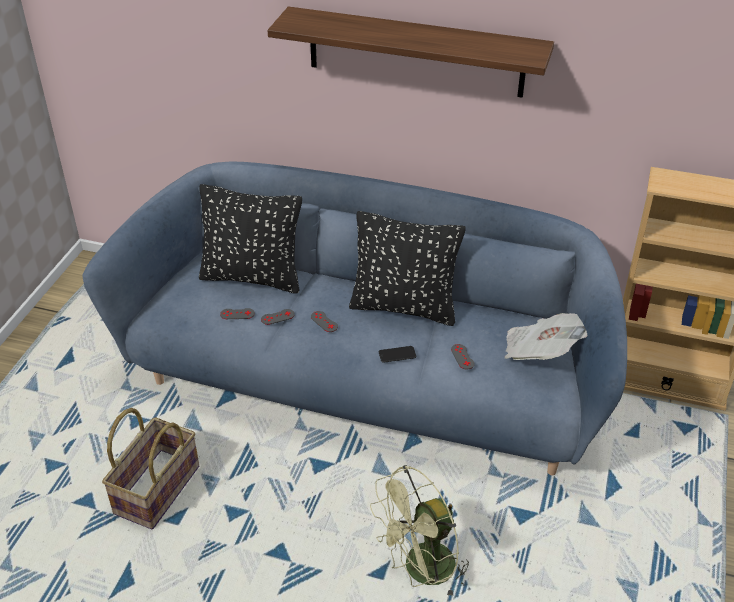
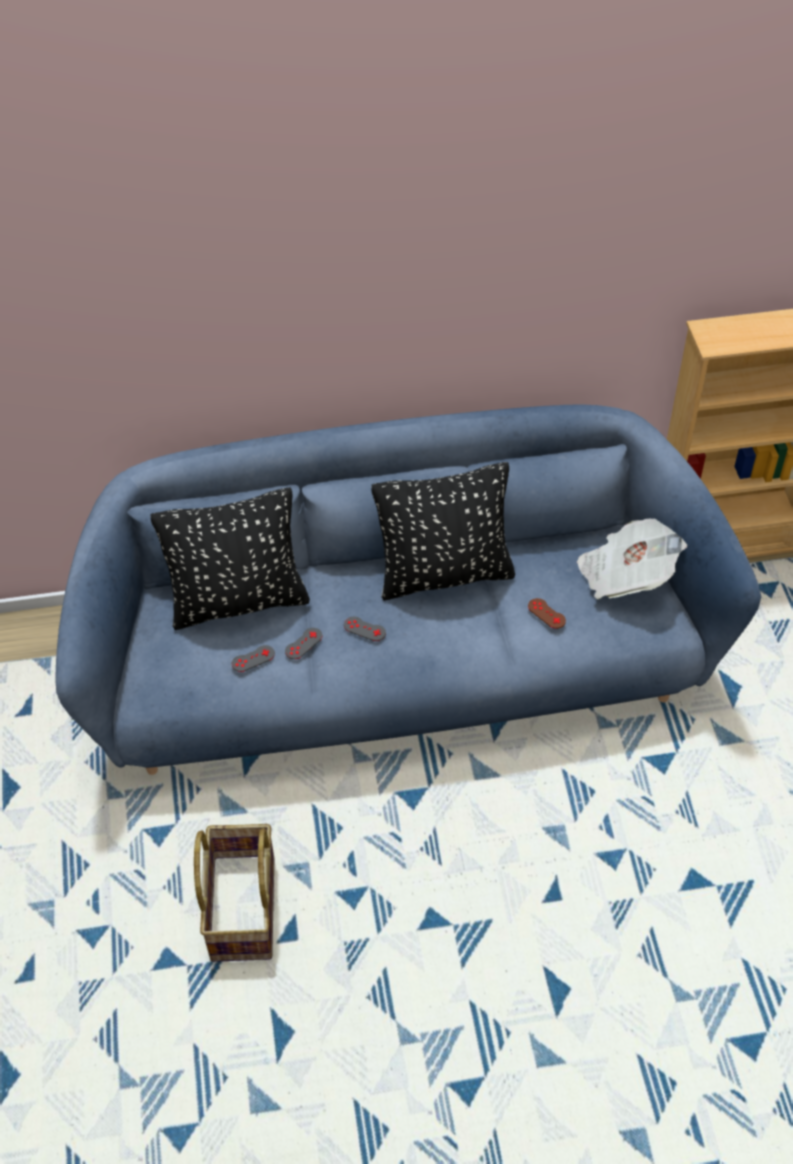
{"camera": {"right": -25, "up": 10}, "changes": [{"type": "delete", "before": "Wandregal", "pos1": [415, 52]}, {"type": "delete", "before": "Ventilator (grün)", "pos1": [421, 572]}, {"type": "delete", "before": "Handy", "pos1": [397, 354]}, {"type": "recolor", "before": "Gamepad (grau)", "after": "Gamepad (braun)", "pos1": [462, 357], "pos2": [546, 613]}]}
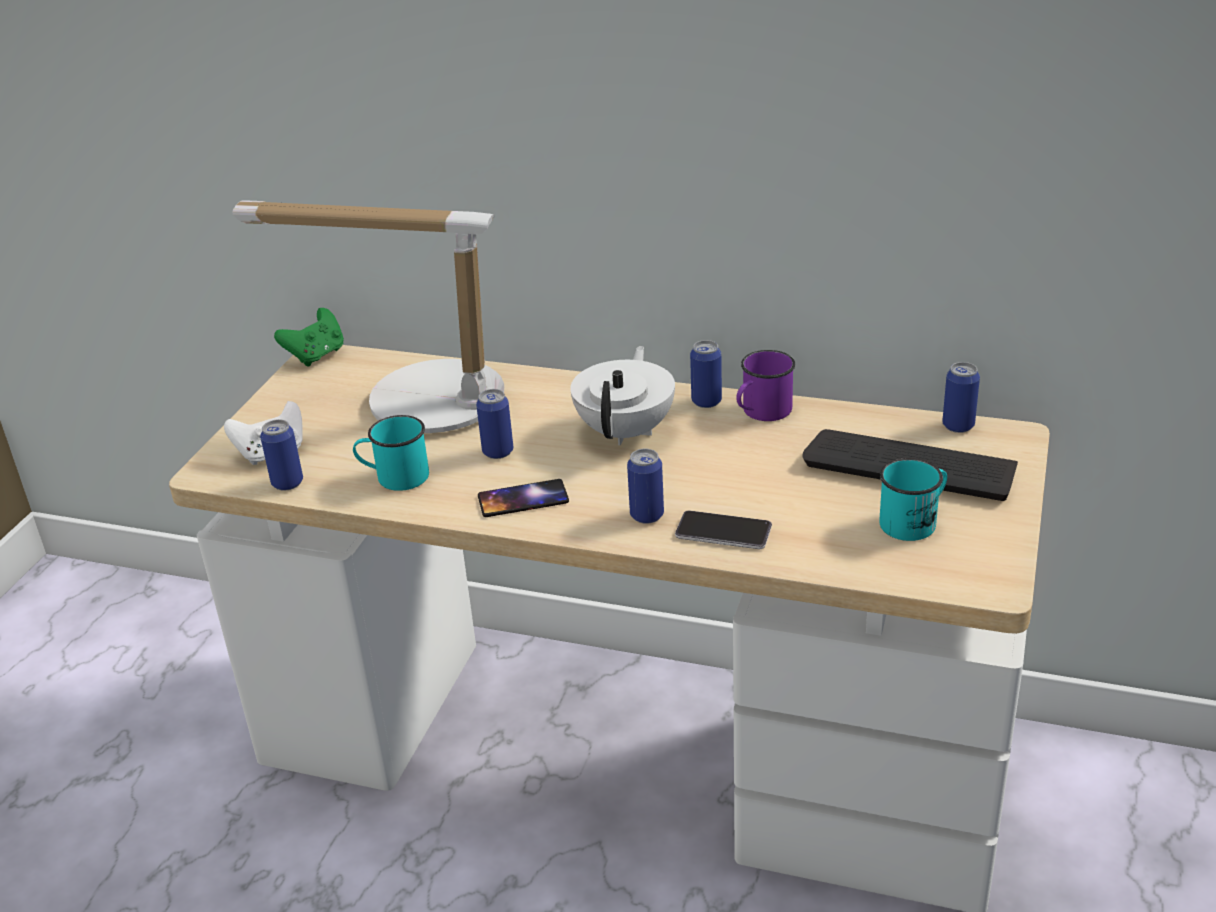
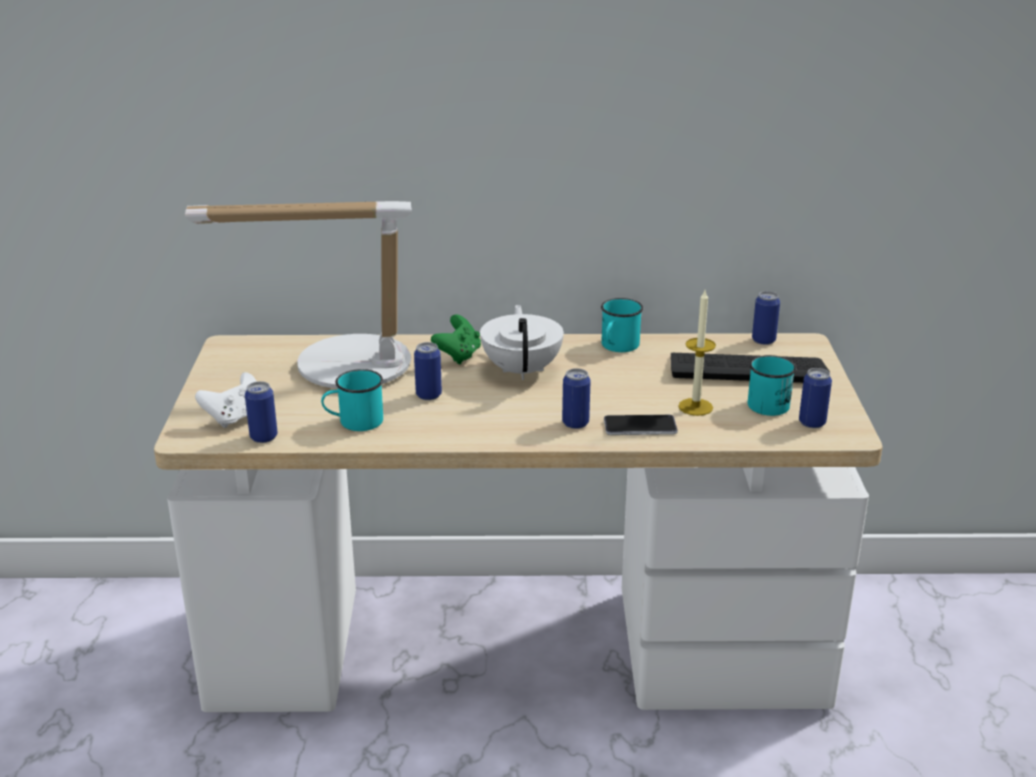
{"camera": {"right": -20, "up": -5}, "changes": [{"type": "delete", "before": "Handy", "pos1": [523, 499]}, {"type": "insert", "after": "Kerze", "pos2": [695, 407]}, {"type": "move", "before": "Gamepad (grün)", "pos1": [316, 356], "pos2": [458, 356]}, {"type": "move", "before": "Dose", "pos1": [706, 401], "pos2": [812, 422]}, {"type": "recolor", "before": "Henkelbecher (lila)", "after": "Henkelbecher (türkis)", "pos1": [761, 412], "pos2": [617, 347]}]}
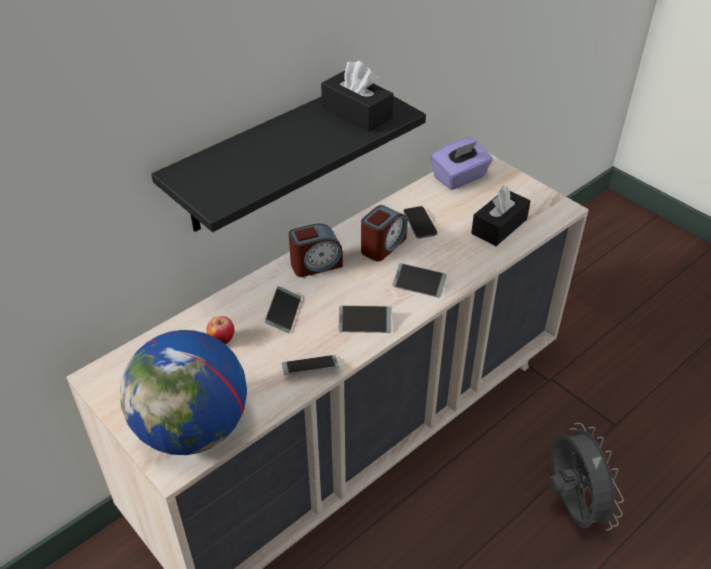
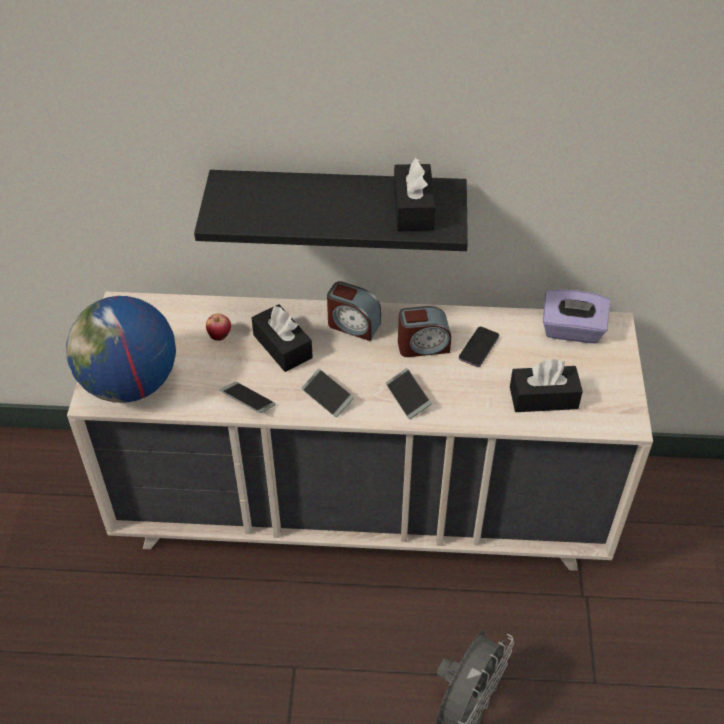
{"camera": {"right": 45, "up": 5}, "changes": [{"type": "replace", "before": "Handy", "after": "Taschentuchbox (schwarz)", "pos1": [283, 313], "pos2": [282, 346]}]}
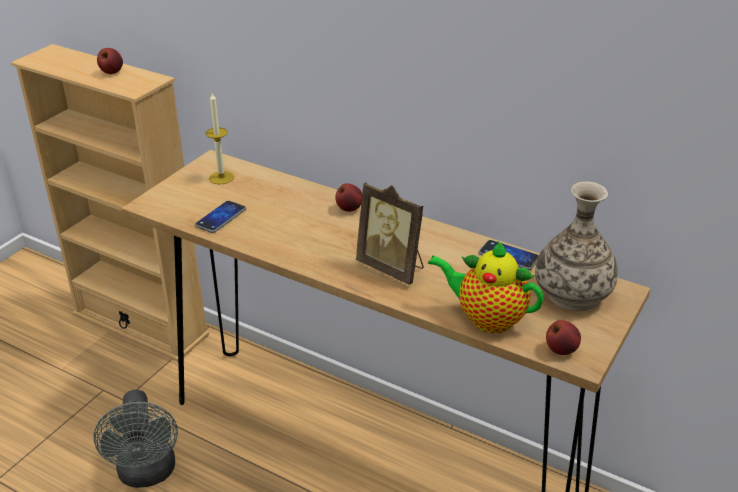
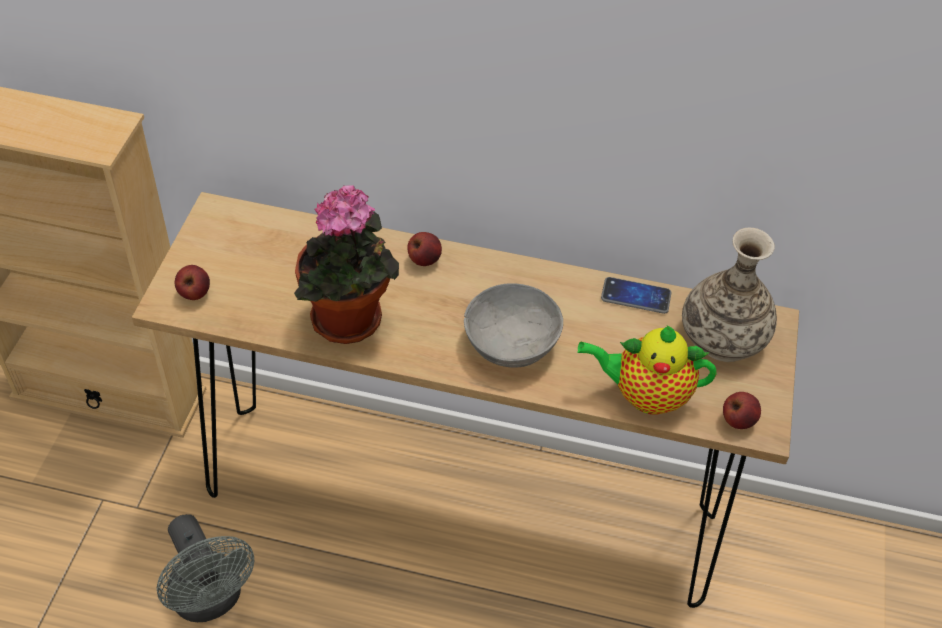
{"camera": {"right": -20, "up": 15}, "changes": [{"type": "delete", "before": "Handy", "pos1": [220, 218]}, {"type": "delete", "before": "Kerze", "pos1": [221, 178]}, {"type": "insert", "after": "Topfpflanze", "pos2": [350, 323]}, {"type": "move", "before": "Apfel", "pos1": [111, 72], "pos2": [194, 293]}, {"type": "replace", "before": "Bilderrahmen", "after": "Schüssel (grau)", "pos1": [392, 268], "pos2": [513, 343]}]}
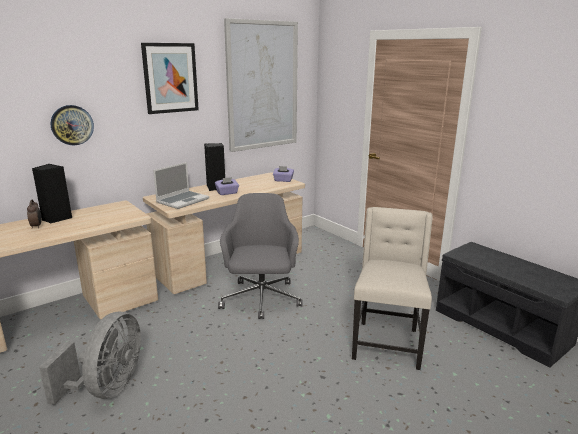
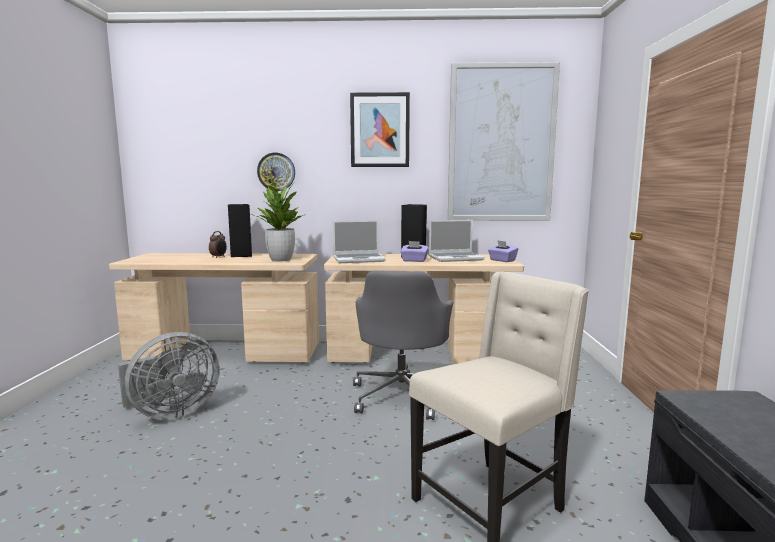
{"camera": {"right": 40, "up": -10}, "changes": [{"type": "insert", "after": "Topfpflanze", "pos2": [281, 260]}, {"type": "insert", "after": "Laptop", "pos2": [456, 258]}, {"type": "rotate", "before": "Bürostuhl (grau)", "pos1": [261, 300], "pos2": [402, 395], "turn": 150}]}
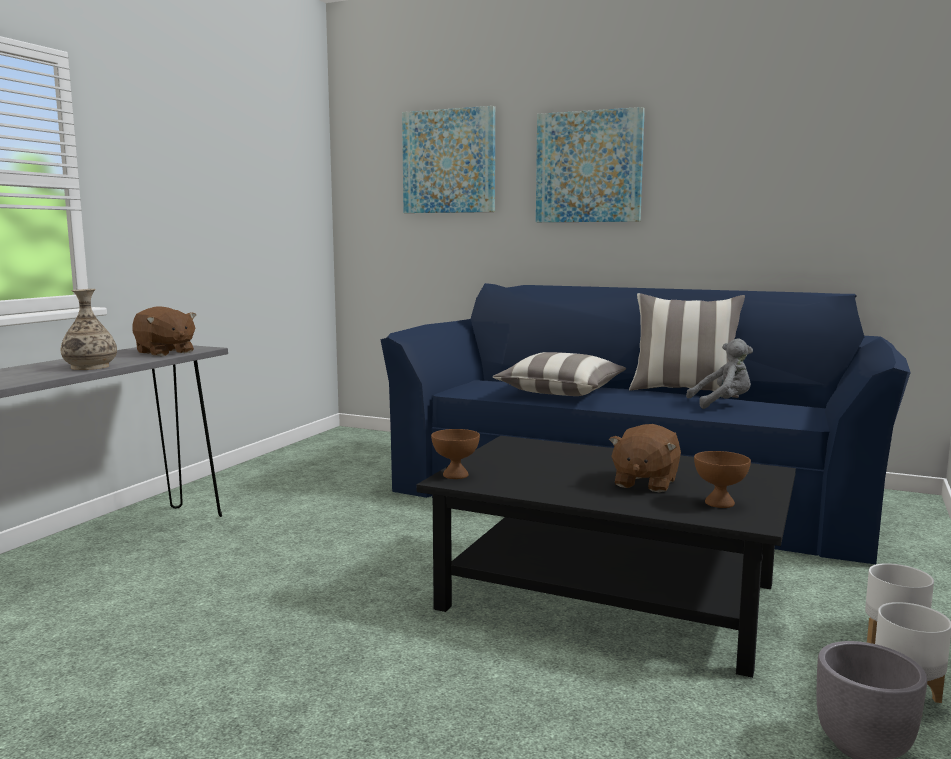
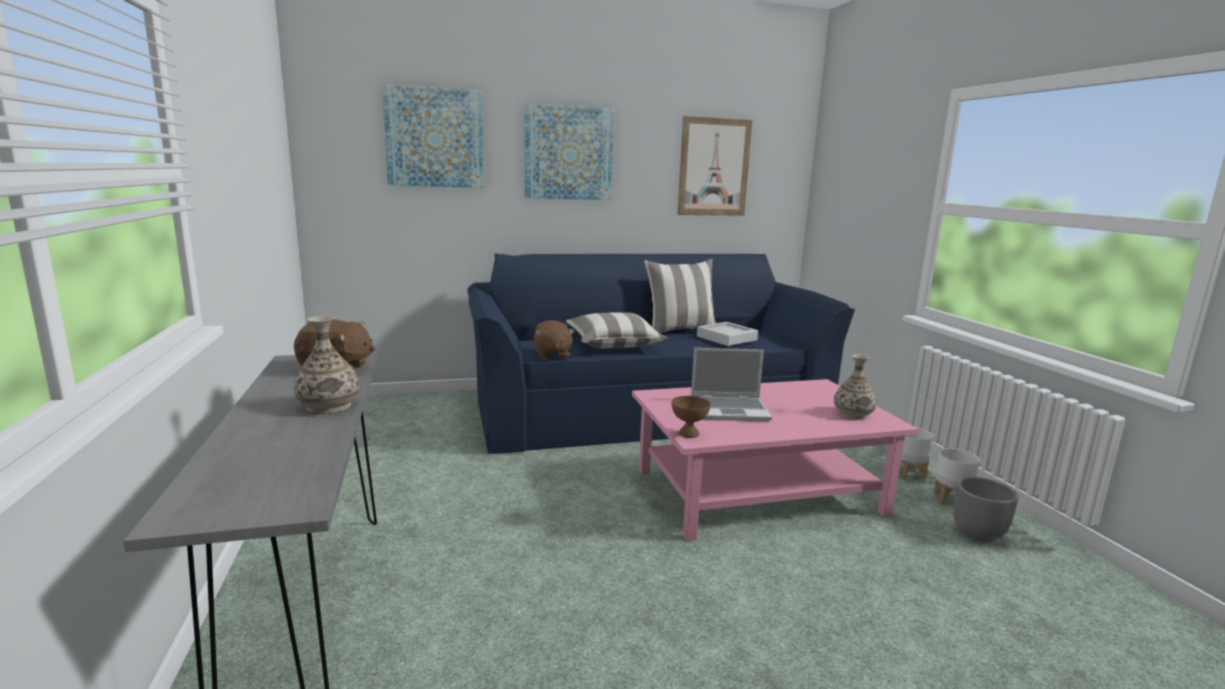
{"camera": {"right": -40, "up": 5}, "changes": [{"type": "insert", "after": "Bild", "pos2": [714, 167]}, {"type": "insert", "after": "Laptop", "pos2": [730, 410]}, {"type": "move", "before": "Plüschtier (braun)", "pos1": [644, 483], "pos2": [552, 355]}, {"type": "replace", "before": "Plüschtier (grau)", "after": "Tablett (grau)", "pos1": [722, 403], "pos2": [726, 338]}, {"type": "replace", "before": "Schüssel (braun)", "after": "Vase", "pos1": [718, 503], "pos2": [853, 414]}, {"type": "recolor", "before": "Couchtisch (schwarz)", "after": "Couchtisch (rosa)", "pos1": [609, 596], "pos2": [757, 491]}]}
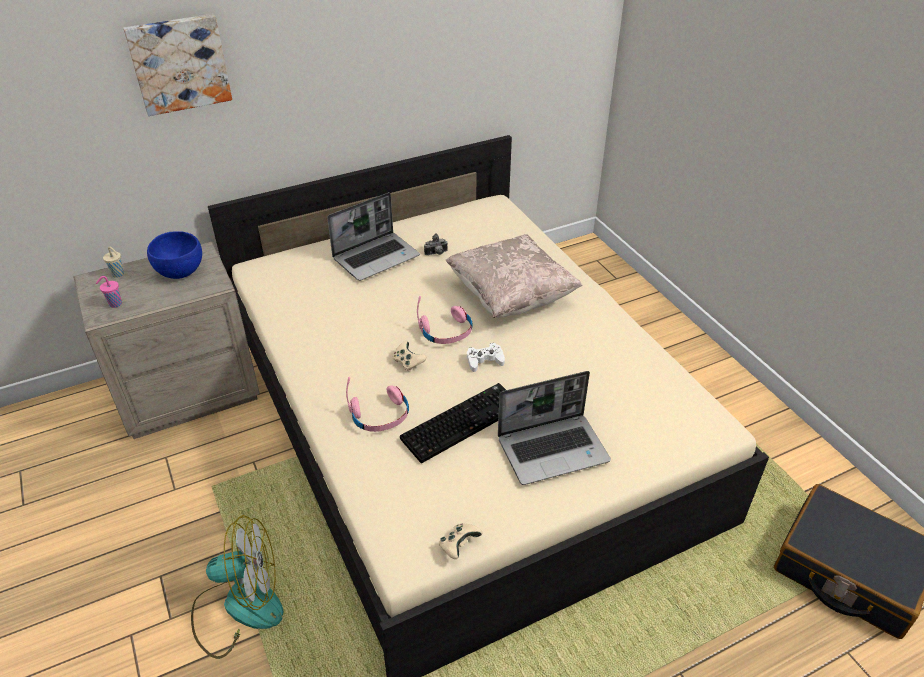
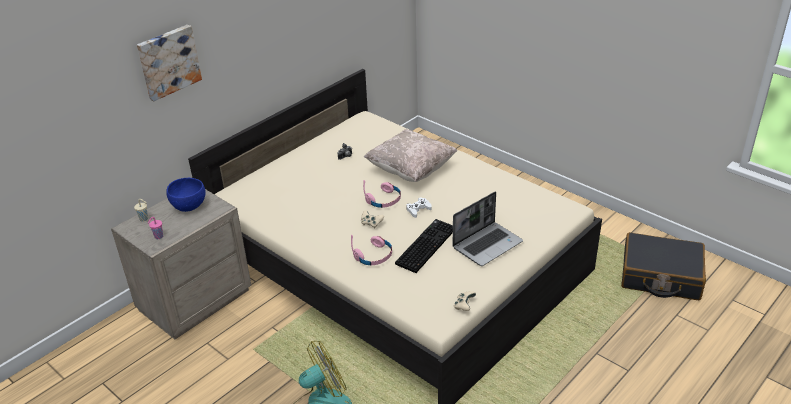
{"camera": {"right": -20, "up": -5}, "changes": [{"type": "delete", "before": "Laptop", "pos1": [376, 257]}]}
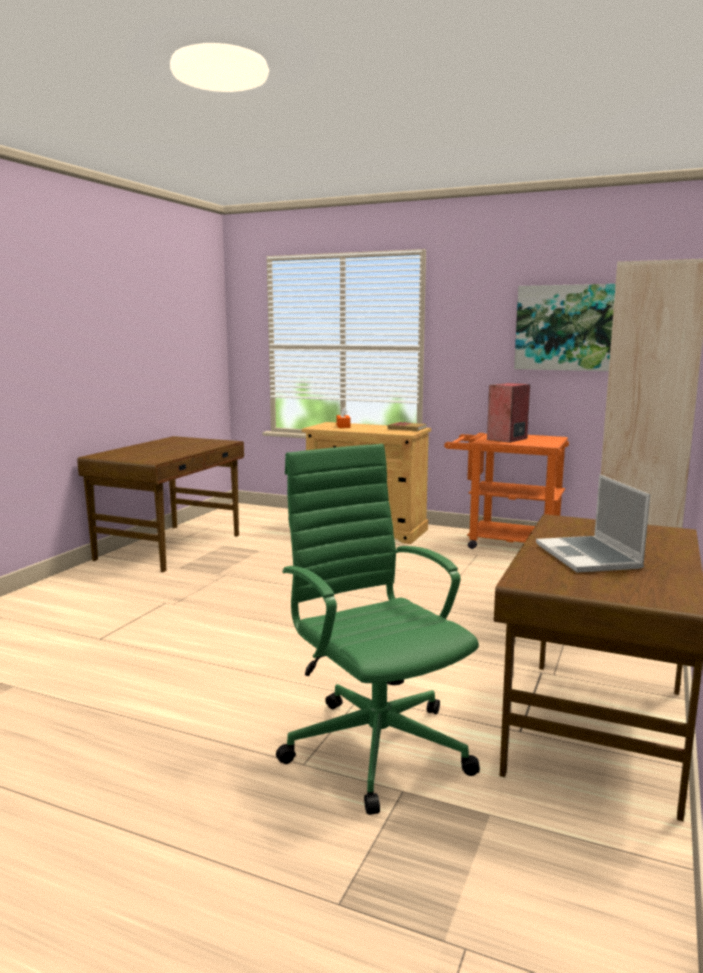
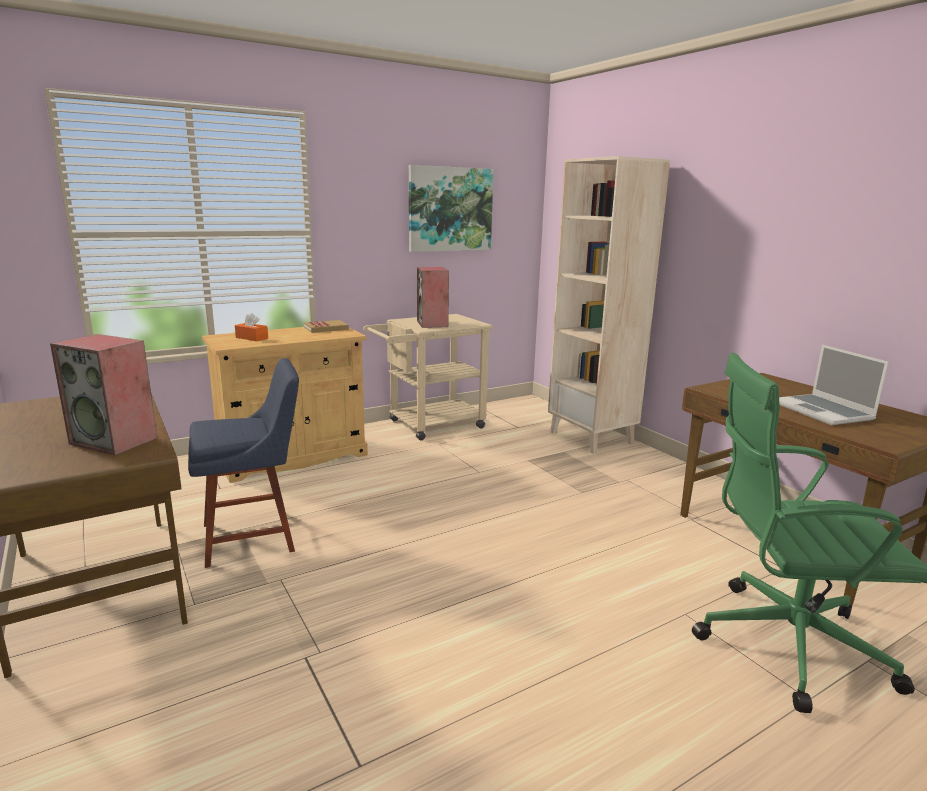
{"camera": {"right": -55, "up": 5}, "changes": [{"type": "insert", "after": "Lautsprecher", "pos2": [115, 441]}, {"type": "insert", "after": "Stuhl (blau)", "pos2": [254, 536]}, {"type": "recolor", "before": "Rollwagen (orange)", "after": "Rollwagen (beige)", "pos1": [504, 543], "pos2": [429, 425]}, {"type": "rotate", "before": "Laptop", "pos1": [589, 557], "pos2": [824, 411], "turn": 45}]}
